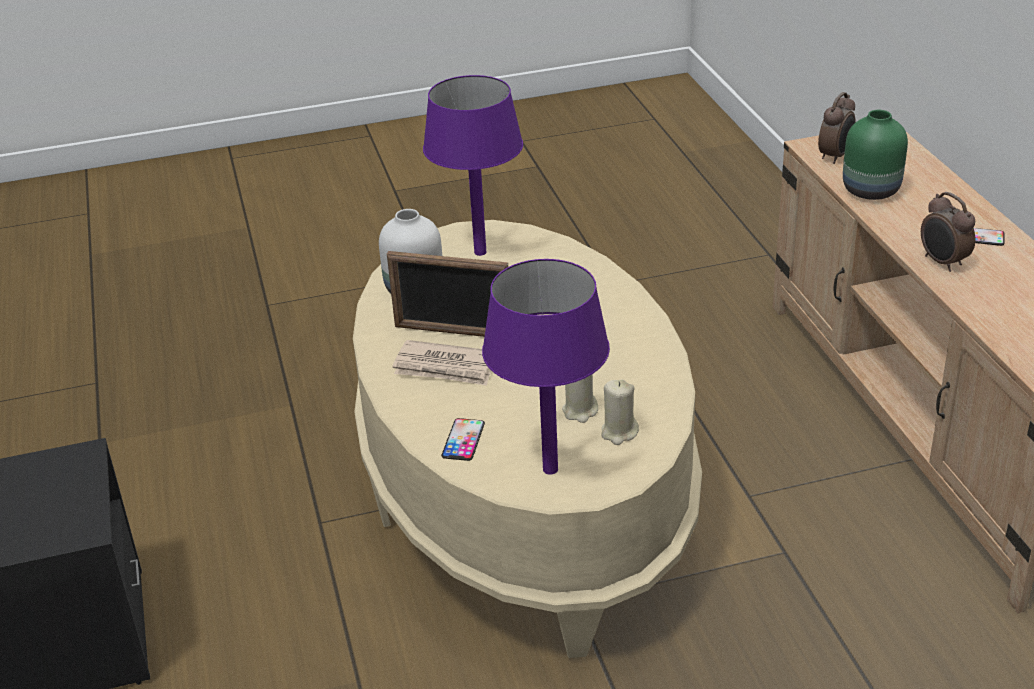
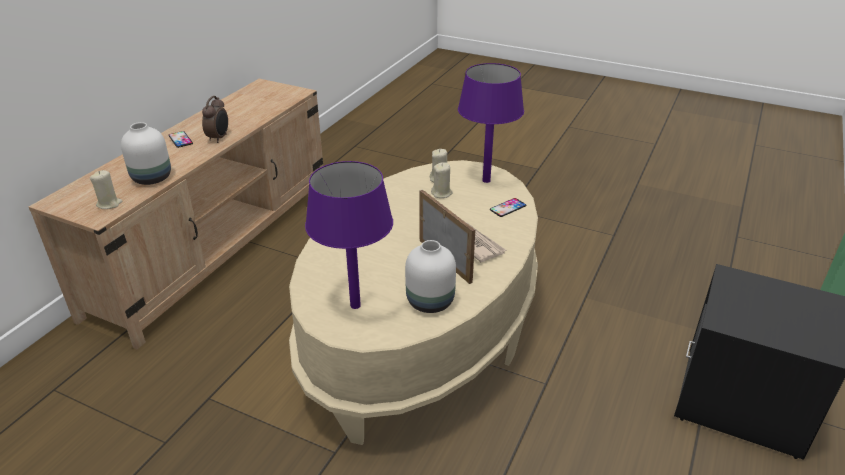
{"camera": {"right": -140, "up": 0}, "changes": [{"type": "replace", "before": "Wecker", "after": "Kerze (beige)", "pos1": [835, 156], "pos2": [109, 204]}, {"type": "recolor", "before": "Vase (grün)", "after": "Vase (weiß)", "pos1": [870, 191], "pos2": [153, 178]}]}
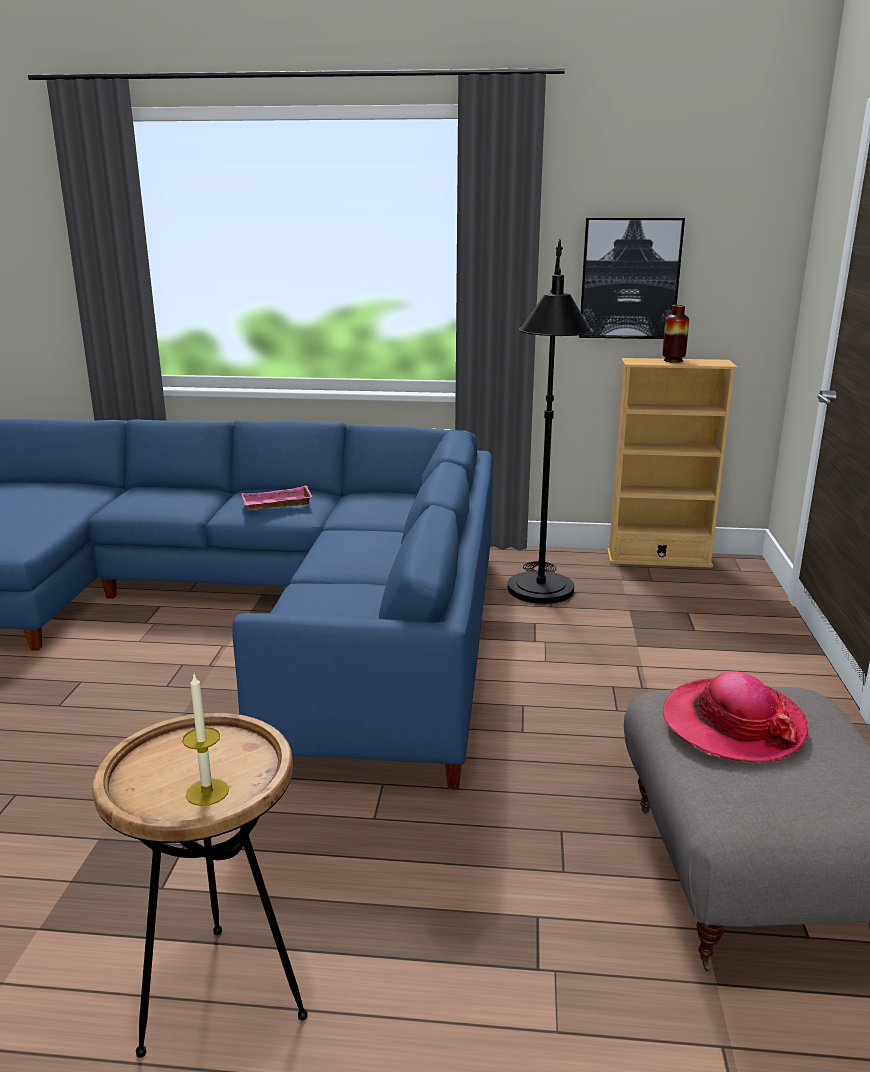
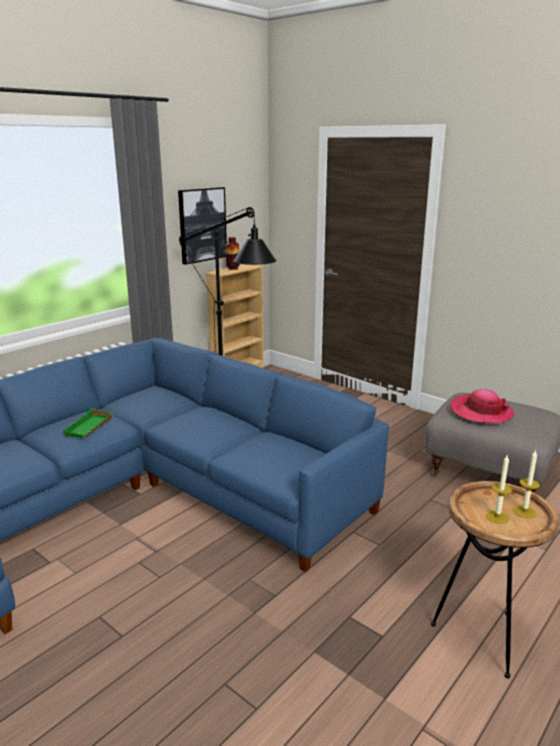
{"camera": {"right": -55, "up": 0}, "changes": [{"type": "insert", "after": "Kerze", "pos2": [497, 517]}, {"type": "recolor", "before": "Tablett (rosa)", "after": "Tablett (grün)", "pos1": [276, 504], "pos2": [90, 428]}]}
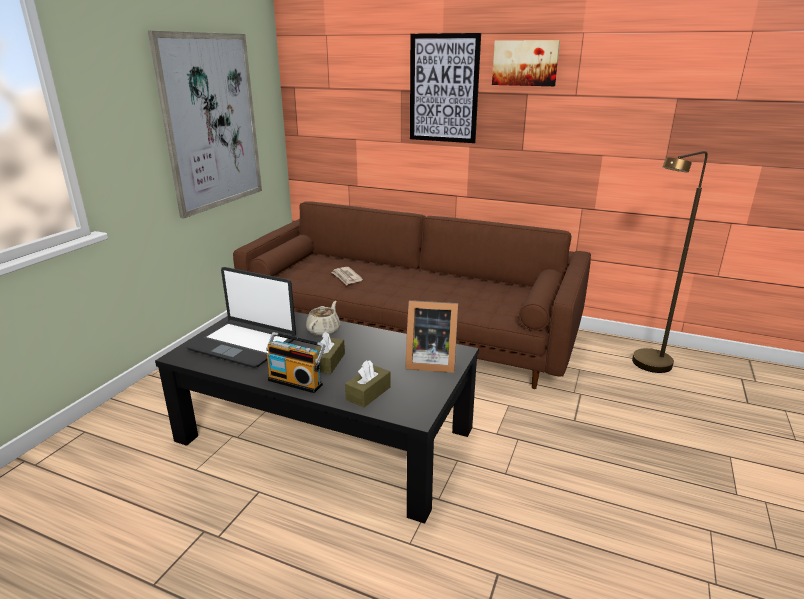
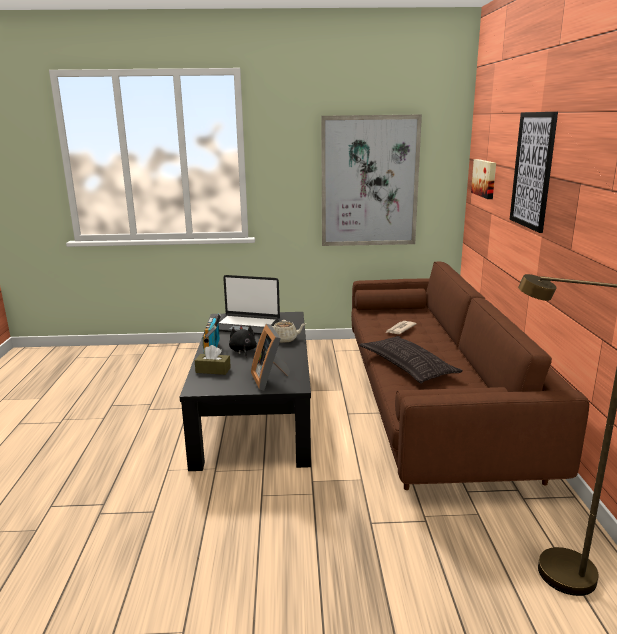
{"camera": {"right": 65, "up": -5}, "changes": [{"type": "insert", "after": "Kissen", "pos2": [407, 366]}, {"type": "move", "before": "Bild", "pos1": [525, 63], "pos2": [485, 178]}, {"type": "replace", "before": "Taschentuchbox (braun)", "after": "Plüschtier (schwarz)", "pos1": [328, 362], "pos2": [243, 351]}, {"type": "rotate", "before": "Laptop", "pos1": [244, 344], "pos2": [246, 325], "turn": -75}]}
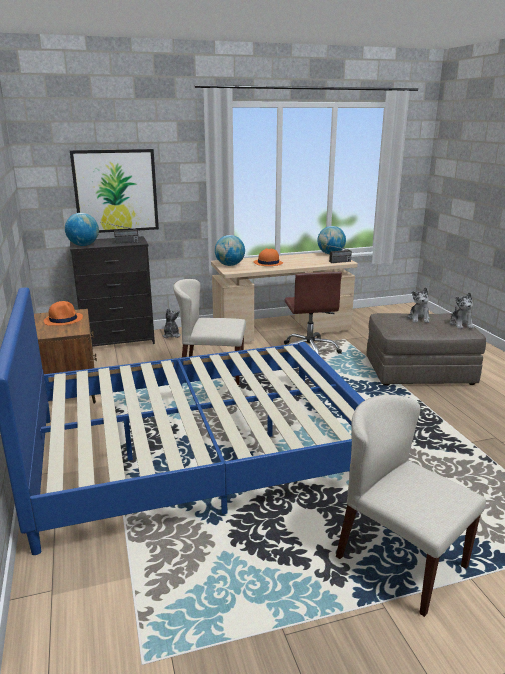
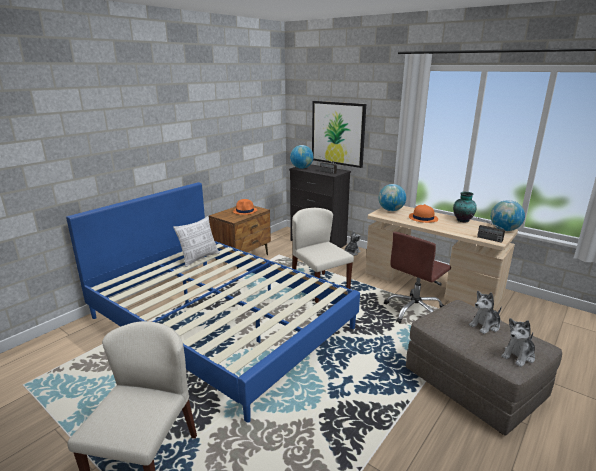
{"camera": {"right": 55, "up": 0}, "changes": [{"type": "insert", "after": "Kissen", "pos2": [199, 258]}, {"type": "insert", "after": "Vase", "pos2": [462, 220]}]}
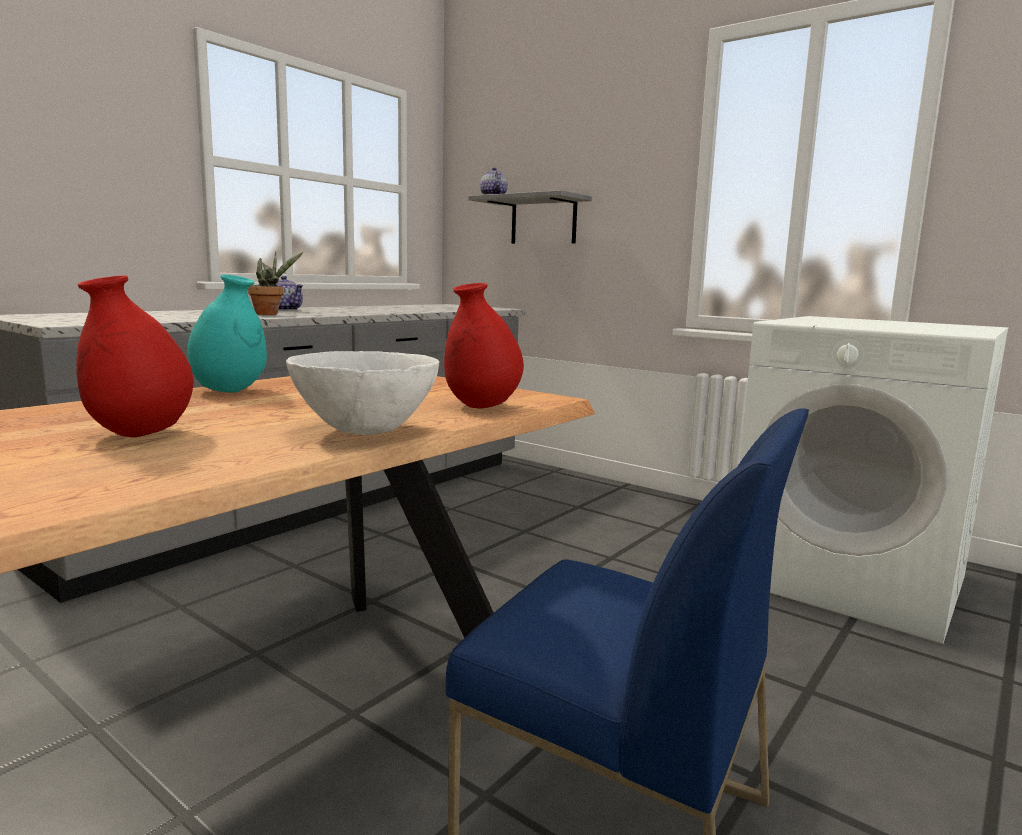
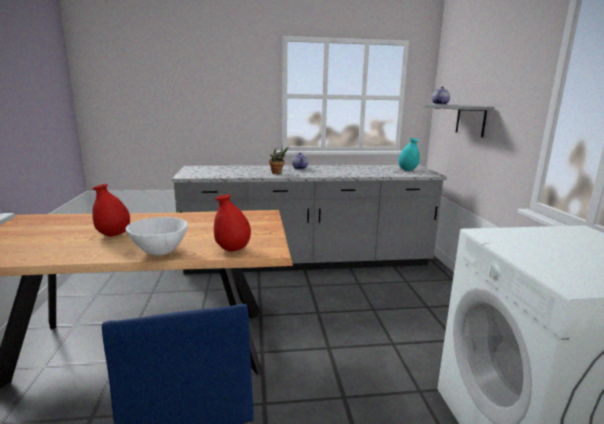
{"camera": {"right": 45, "up": 5}, "changes": [{"type": "move", "before": "Vase (türkis)", "pos1": [229, 390], "pos2": [407, 170]}]}
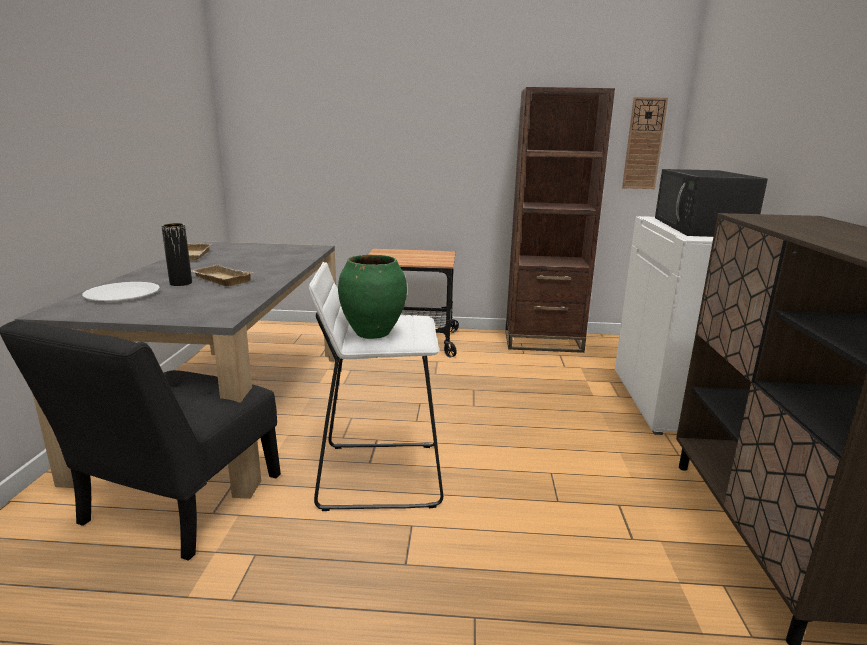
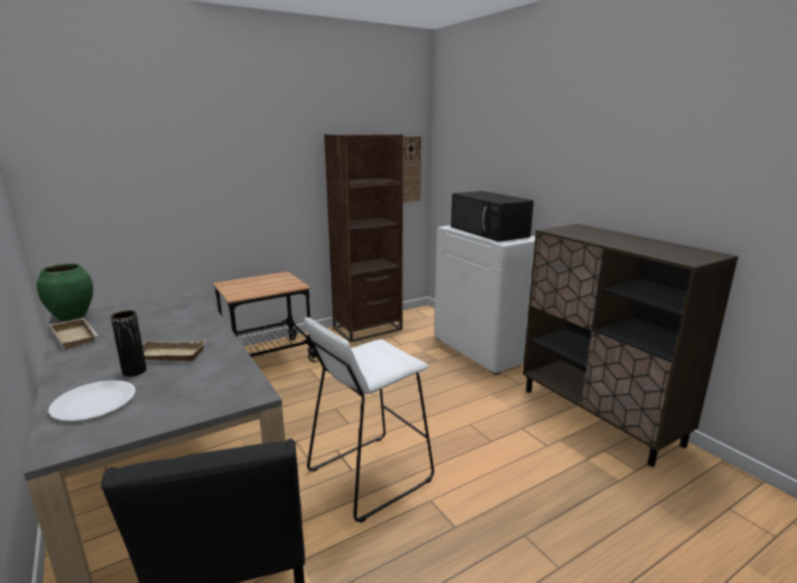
{"camera": {"right": -35, "up": 0}, "changes": [{"type": "move", "before": "Vase (grün)", "pos1": [372, 333], "pos2": [72, 317]}]}
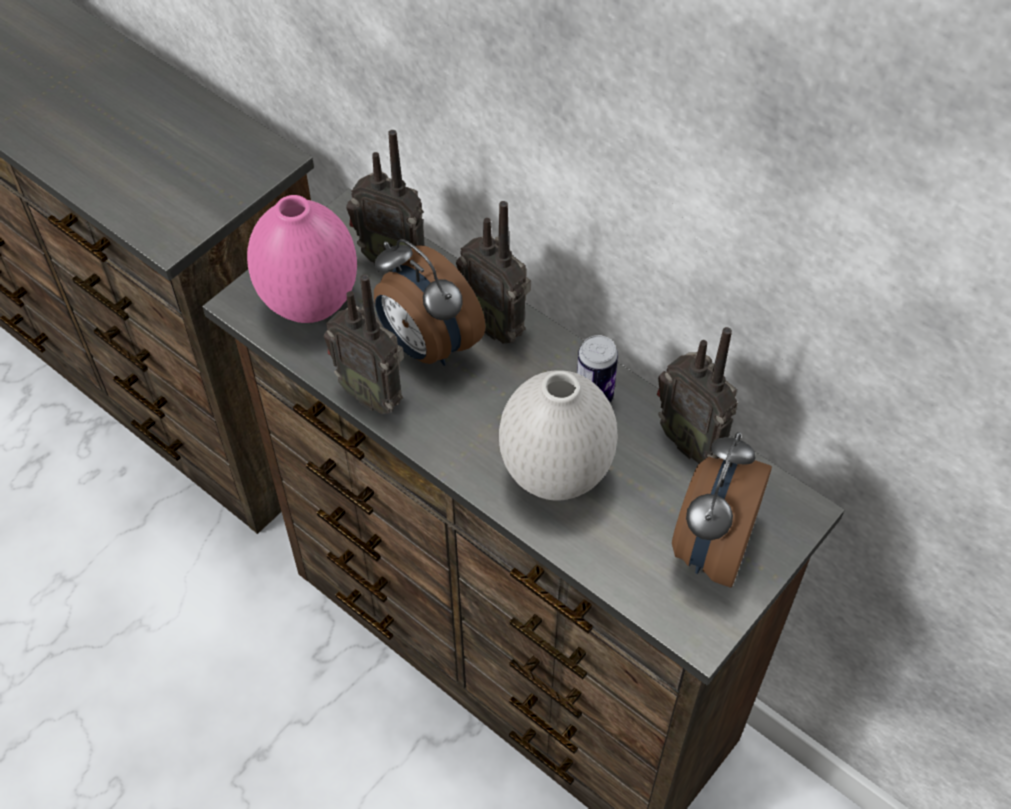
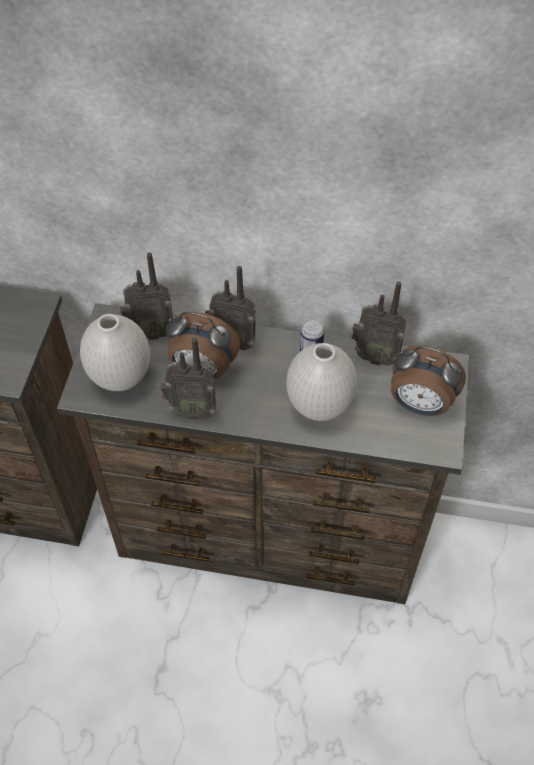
{"camera": {"right": -30, "up": 0}, "changes": [{"type": "recolor", "before": "Vase (rosa)", "after": "Vase (weiß)", "pos1": [311, 303], "pos2": [121, 377]}, {"type": "rotate", "before": "Wecker", "pos1": [710, 546], "pos2": [419, 404], "turn": -60}]}
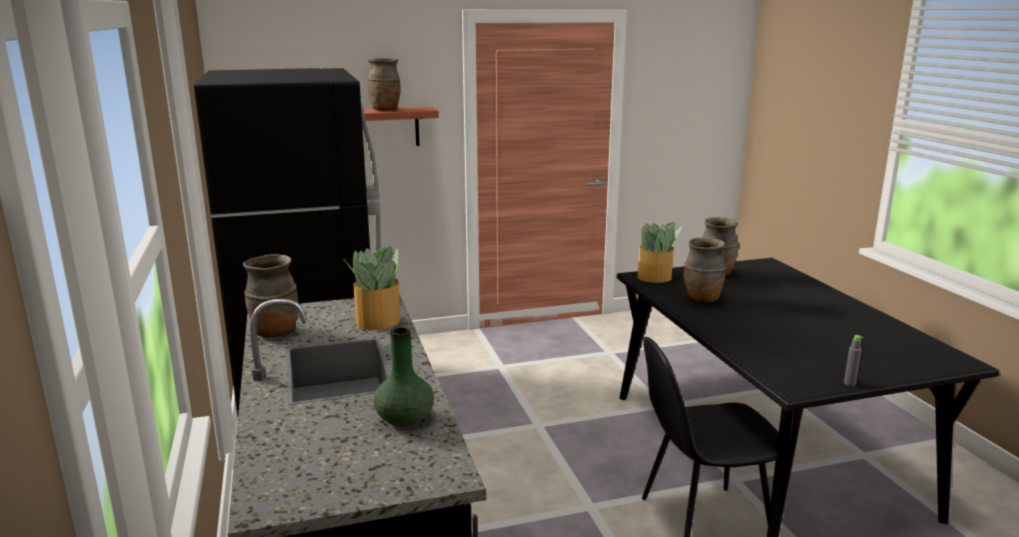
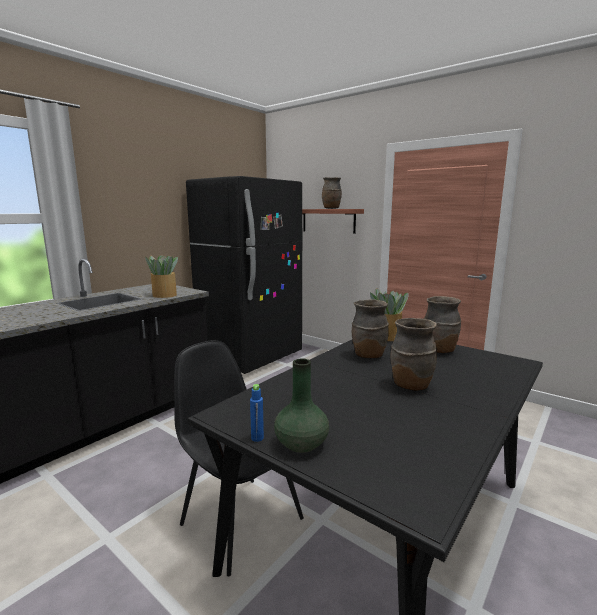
{"camera": {"right": 55, "up": -5}, "changes": [{"type": "move", "before": "Vase (braun)", "pos1": [275, 332], "pos2": [410, 385]}, {"type": "move", "before": "Vase (grün)", "pos1": [405, 418], "pos2": [302, 444]}, {"type": "recolor", "before": "Flasche (grau)", "after": "Flasche (blau)", "pos1": [849, 383], "pos2": [257, 438]}]}
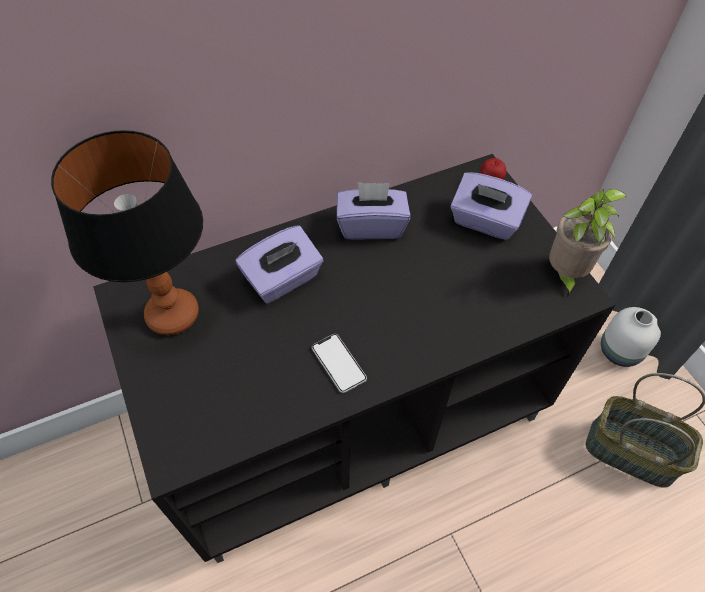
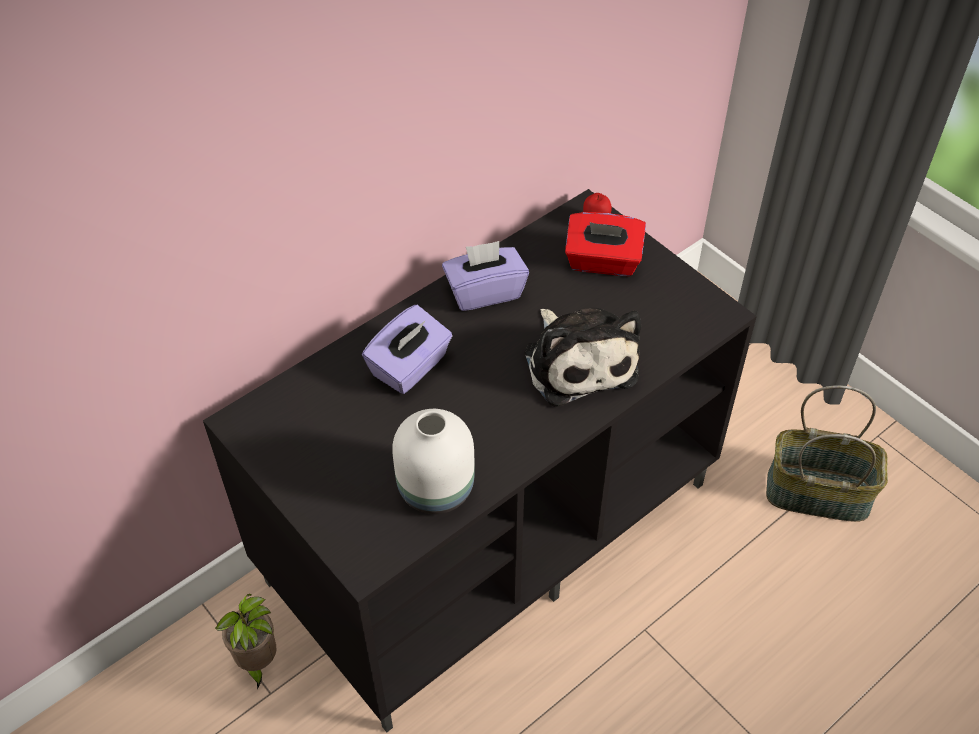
{"camera": {"right": -15, "up": -5}, "changes": [{"type": "delete", "before": "Tischlampe", "pos1": [173, 315]}, {"type": "delete", "before": "Handy", "pos1": [338, 363]}, {"type": "insert", "after": "Plüschtier", "pos2": [578, 361]}, {"type": "move", "before": "Topfpflanze", "pos1": [565, 274], "pos2": [257, 662]}, {"type": "move", "before": "Vase (weiß)", "pos1": [618, 350], "pos2": [433, 488]}, {"type": "recolor", "before": "Taschentuchbox (lila)", "after": "Taschentuchbox (rot)", "pos1": [485, 221], "pos2": [602, 262]}]}
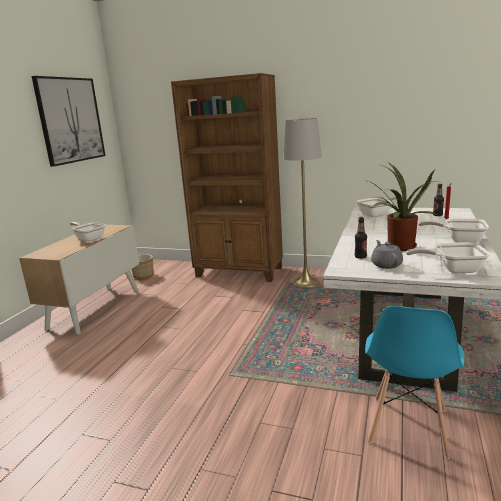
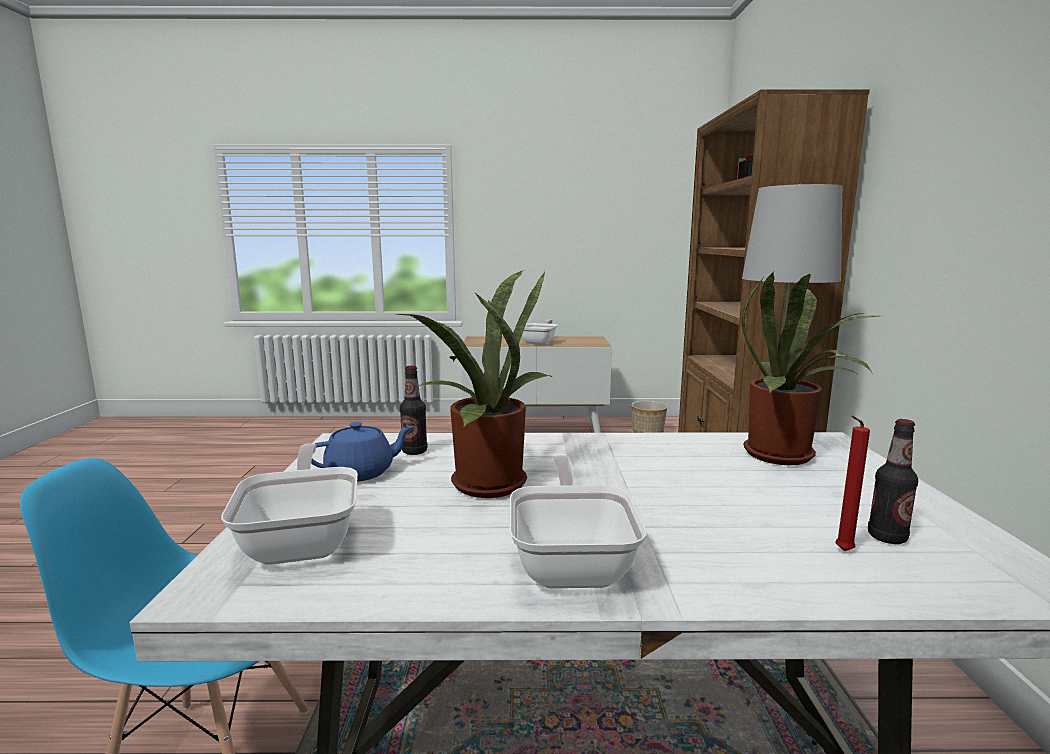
{"camera": {"right": 70, "up": -5}, "changes": [{"type": "delete", "before": "Bild", "pos1": [70, 120]}, {"type": "replace", "before": "Pfanne", "after": "Topfpflanze", "pos1": [377, 214], "pos2": [786, 456]}, {"type": "recolor", "before": "Teekanne (grau)", "after": "Teekanne (blau)", "pos1": [386, 265], "pos2": [361, 473]}]}
